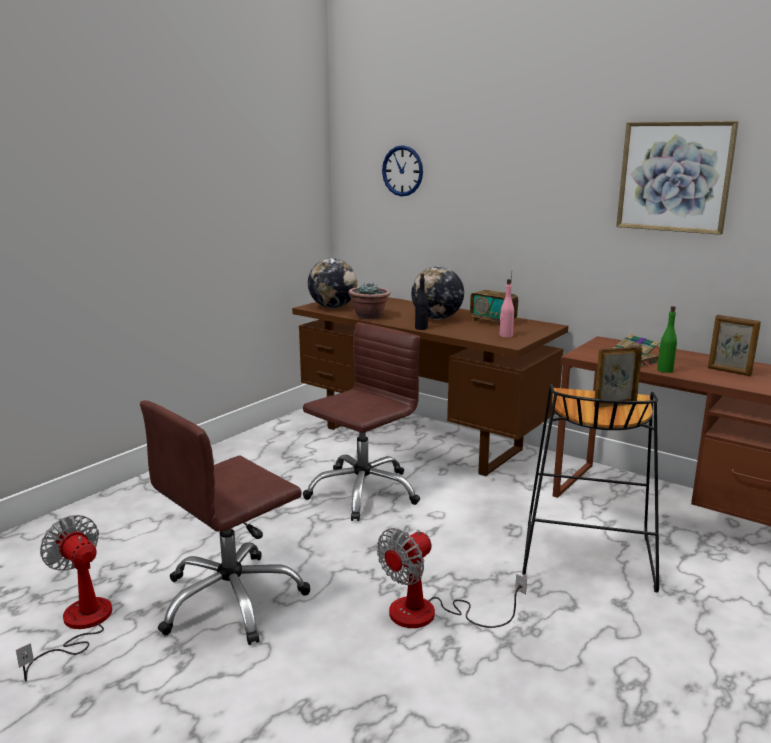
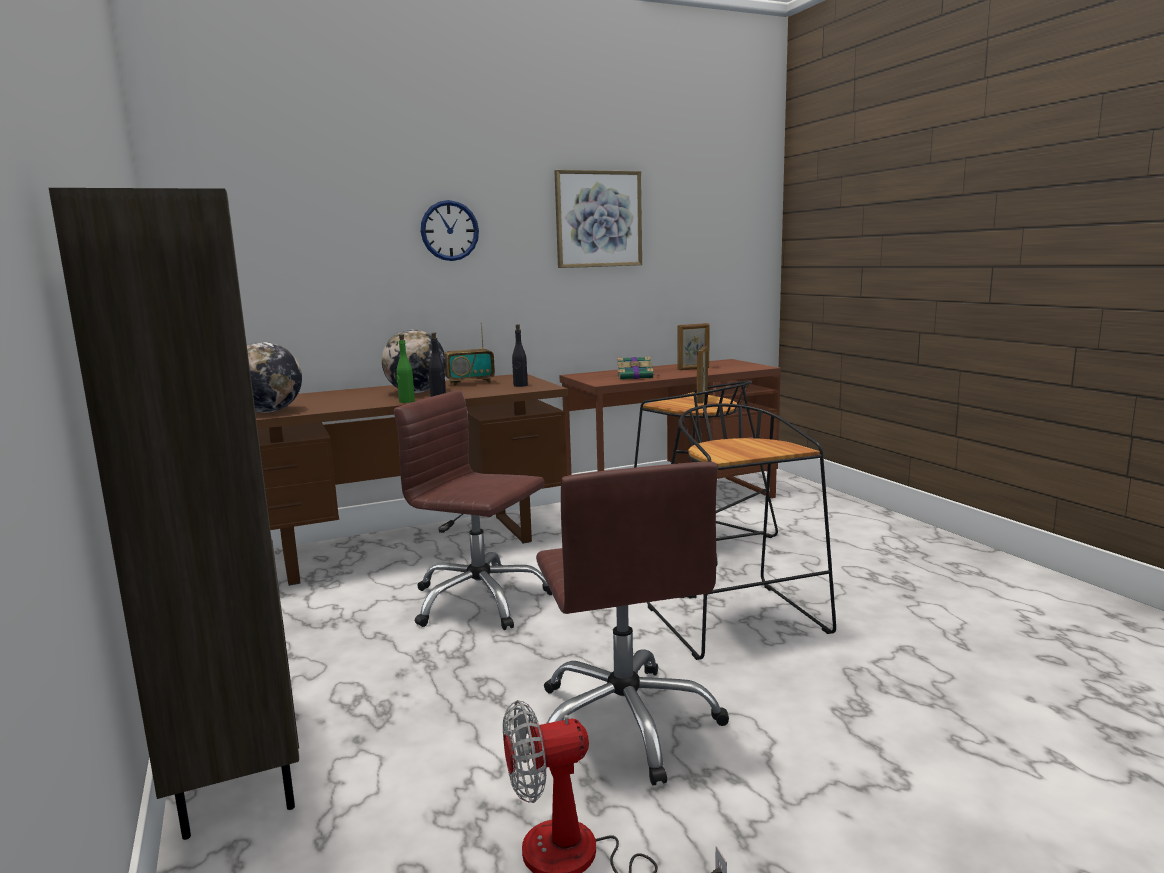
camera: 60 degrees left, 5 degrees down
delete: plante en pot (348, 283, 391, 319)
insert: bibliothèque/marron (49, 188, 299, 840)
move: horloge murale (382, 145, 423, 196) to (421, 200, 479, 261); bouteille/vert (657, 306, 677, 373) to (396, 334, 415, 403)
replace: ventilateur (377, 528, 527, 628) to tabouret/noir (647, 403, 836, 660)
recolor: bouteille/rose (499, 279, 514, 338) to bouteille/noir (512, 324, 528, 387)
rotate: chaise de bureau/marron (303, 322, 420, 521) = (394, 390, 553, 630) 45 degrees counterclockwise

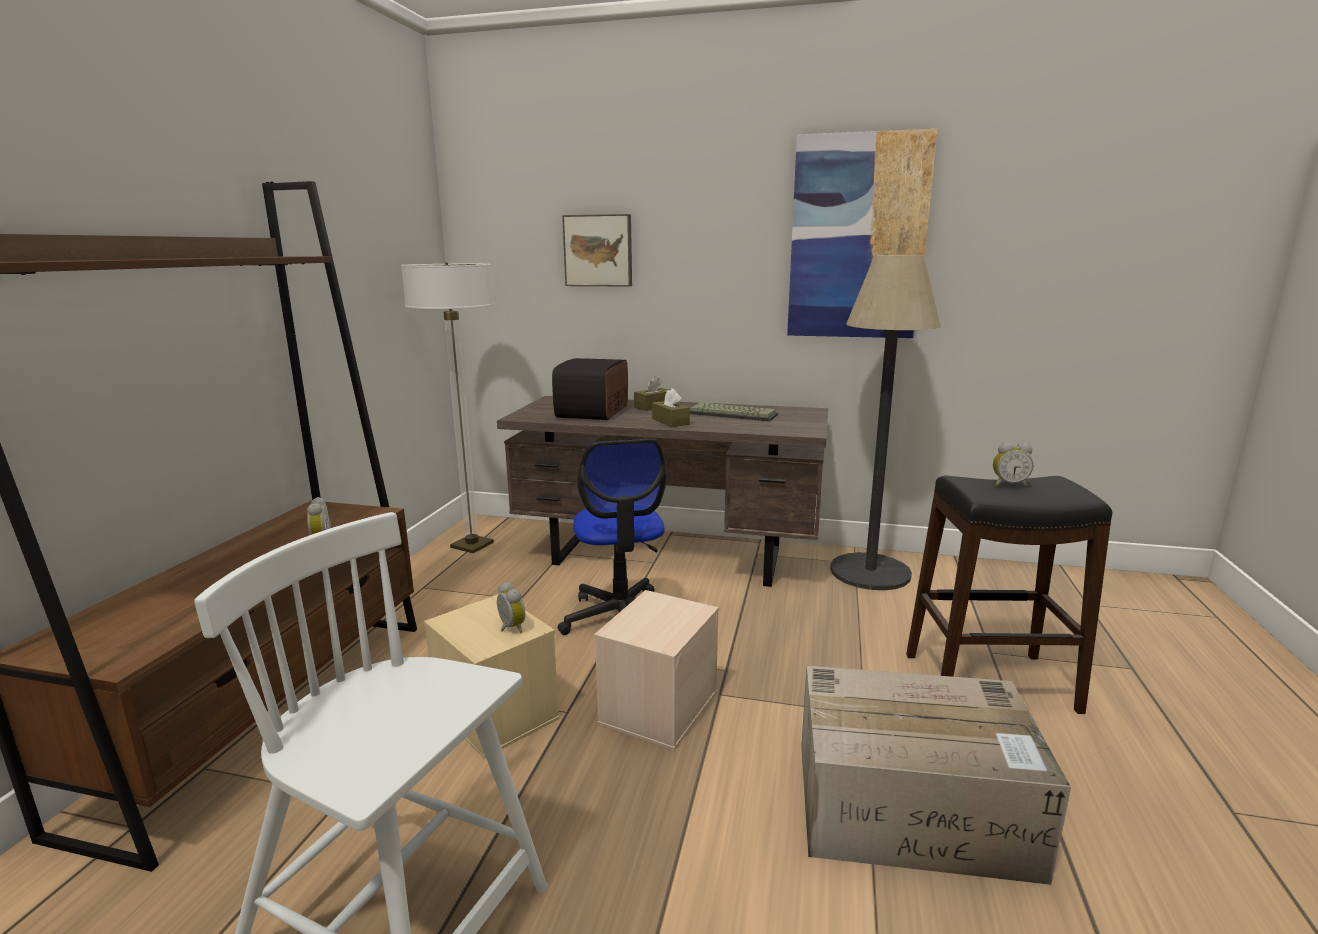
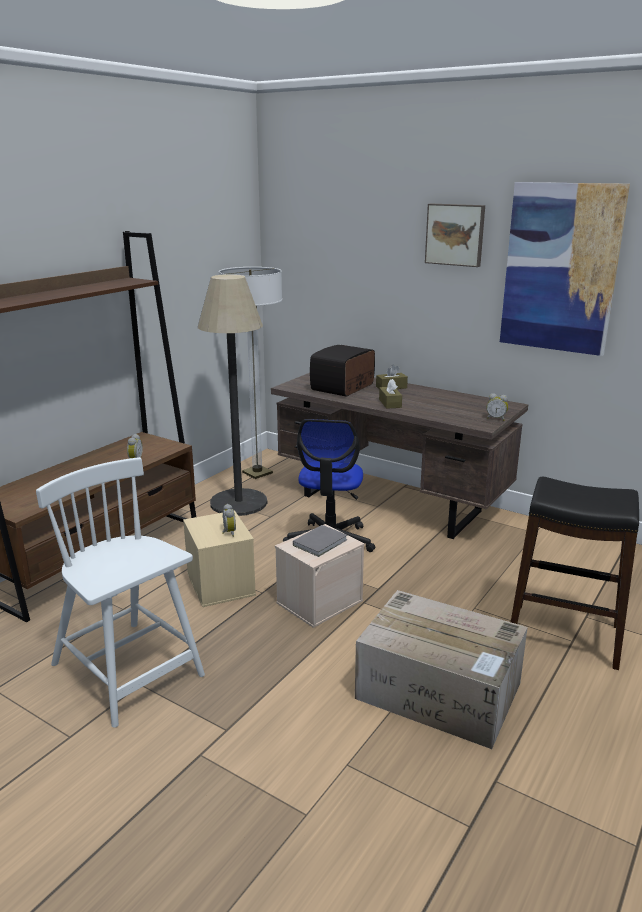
camera: 20 degrees right, 5 degrees up
delete: clavier (690, 403, 778, 422)
insert: livre/gris (293, 525, 347, 557)
move: tableau (562, 214, 632, 287) to (425, 204, 485, 267); lampadaire (830, 255, 941, 590) to (198, 274, 267, 516); réveil (993, 442, 1033, 487) to (486, 393, 508, 421)

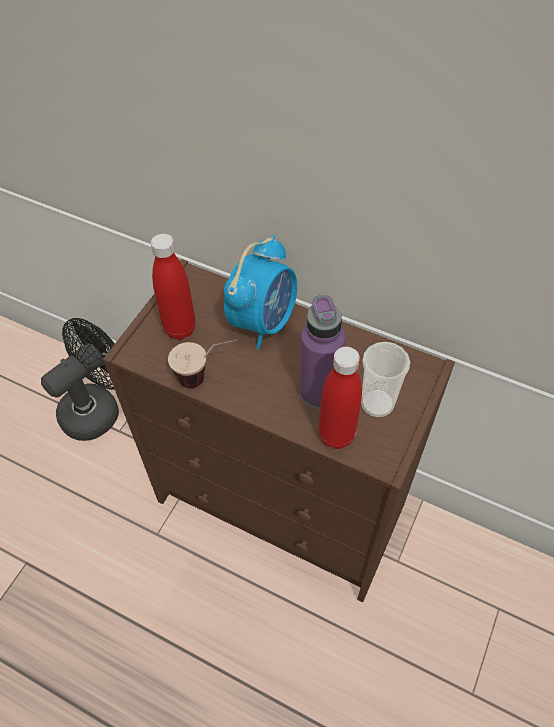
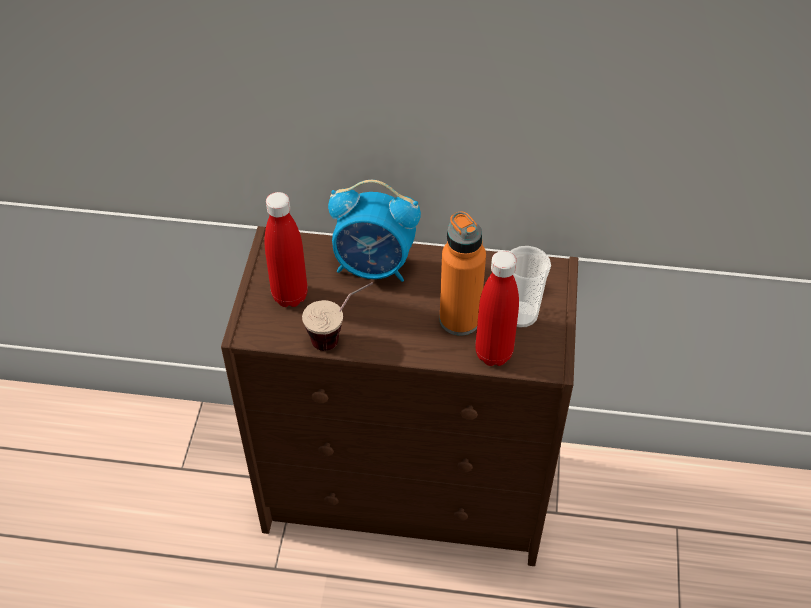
camera: 20 degrees left, 5 degrees down
delete: ventilateur/noir (41, 318, 119, 441)
recolor: bouteille/violet (300, 295, 345, 409) to bouteille/orange (440, 211, 486, 336)
rotate: réveil (224, 235, 297, 349) = (328, 180, 421, 282) 90 degrees clockwise

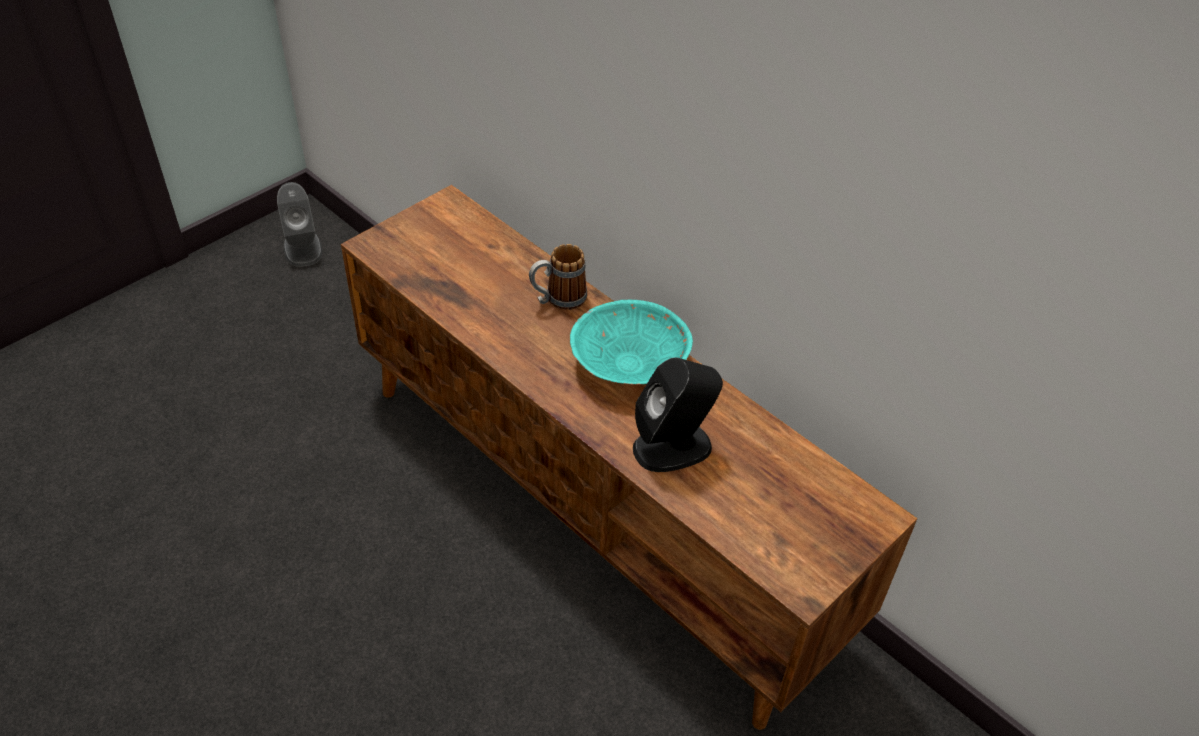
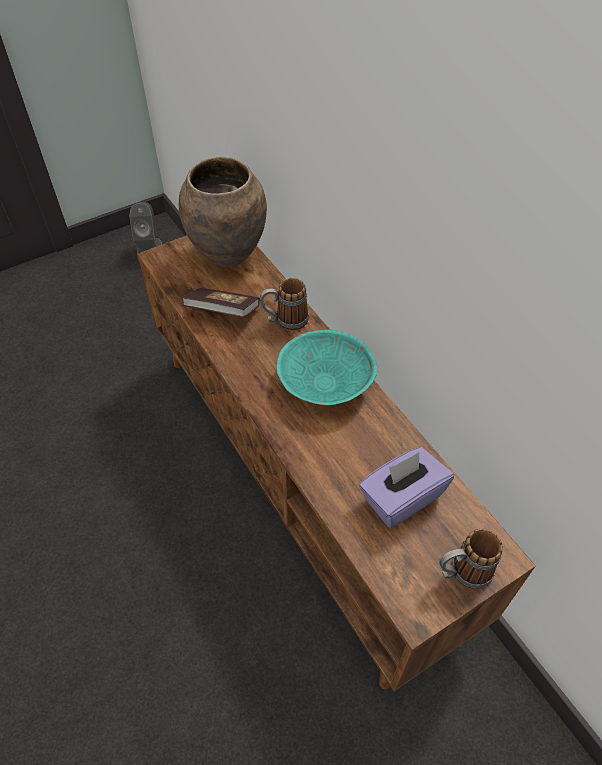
camera: 15 degrees right, 5 degrees up
delete: enceinte/noir (633, 357, 723, 472)
insert: vase/marron (179, 156, 267, 267); livre (182, 288, 260, 317); boîte à mouchoirs/violet (359, 447, 454, 528); mug (439, 529, 503, 589)

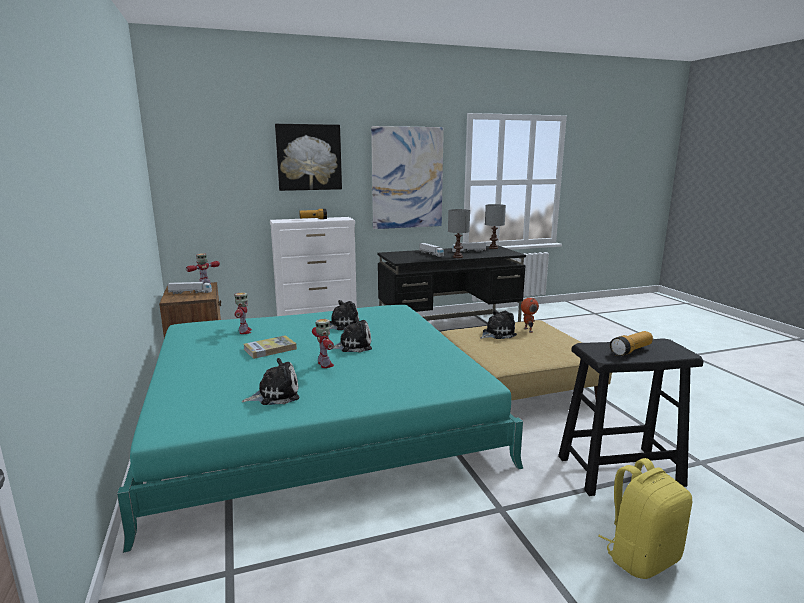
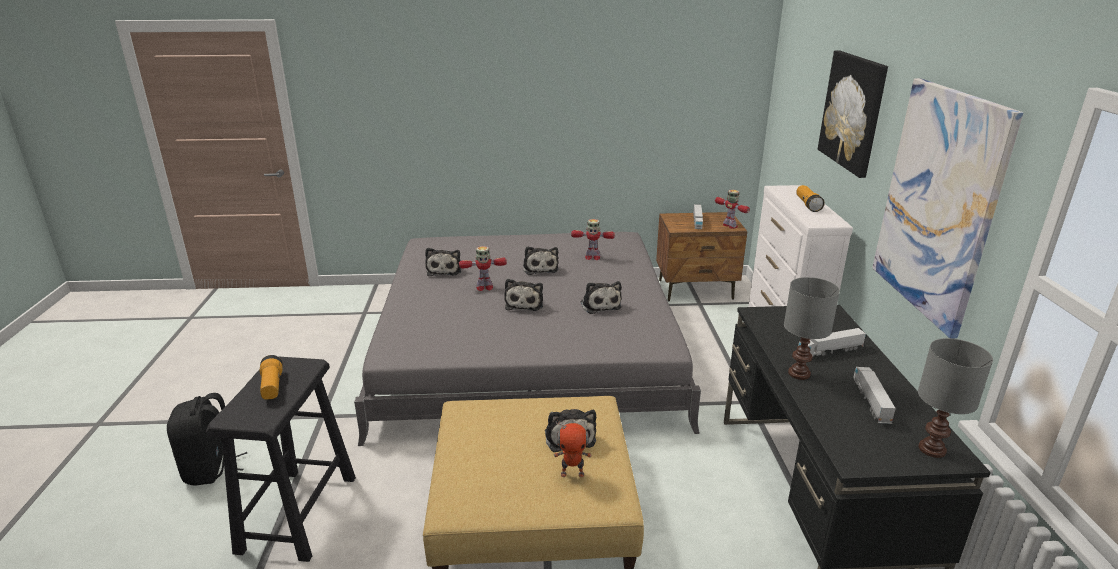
camera: 105 degrees right, 10 degrees up
replace: livre (244, 335, 297, 359) to peluche (523, 246, 559, 275)
recolor: lit/turquoise (117, 305, 523, 553) to lit/gris (354, 232, 701, 446); sac à dos/jaune (598, 458, 692, 579) to sac à dos/noir (167, 393, 247, 486)

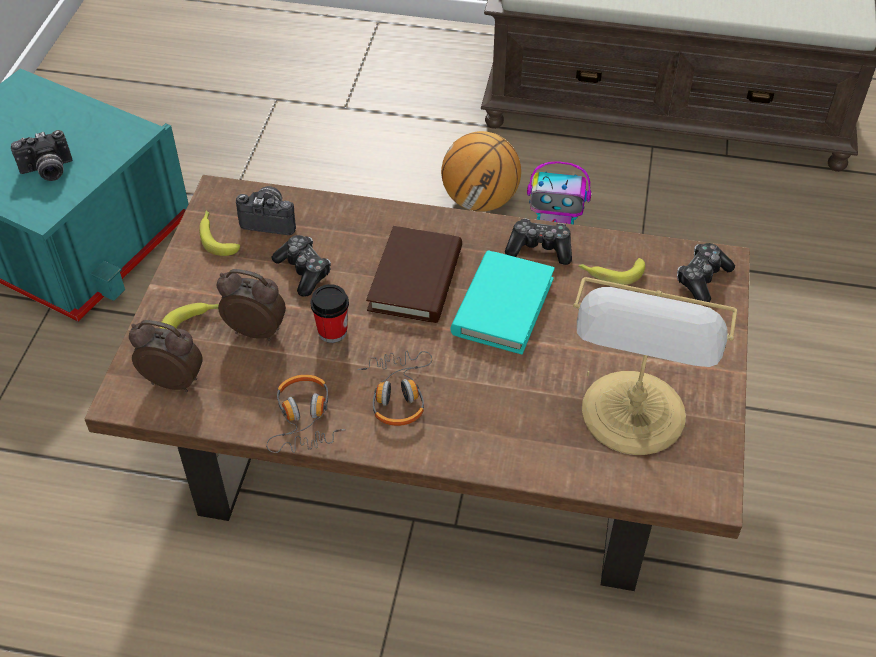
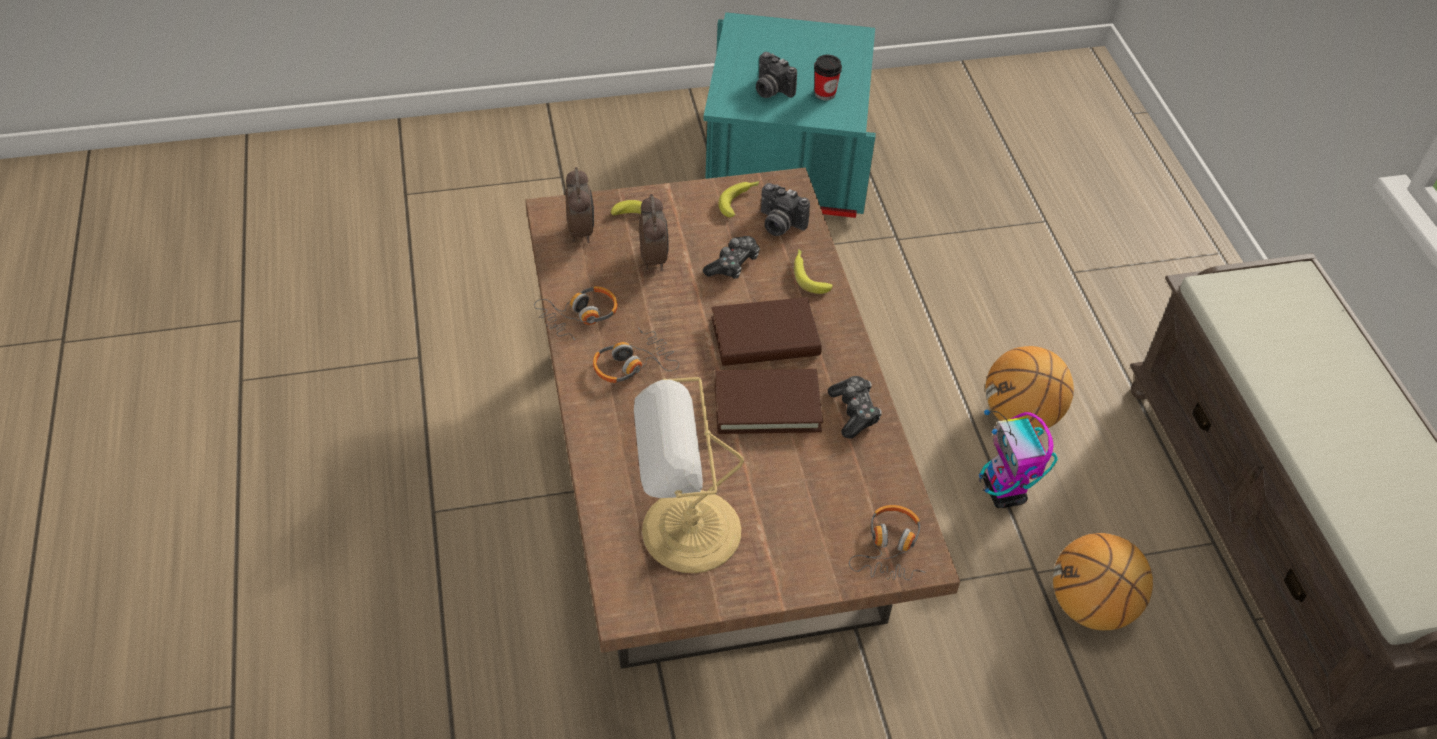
camera: 65 degrees right, 0 degrees up
insert: ballon de basket (1053, 533, 1153, 630)
move: banane (578, 258, 645, 285) to (794, 249, 833, 294); tasse (311, 284, 349, 343) to (814, 55, 842, 100)
replace: manette (677, 243, 735, 302) to casque audio (849, 505, 925, 580)
recolor: livre/turquoise (451, 250, 555, 354) to livre/marron (715, 369, 823, 434)
rotate: appareil photo (236, 186, 296, 235) = (761, 183, 810, 236) 135 degrees clockwise

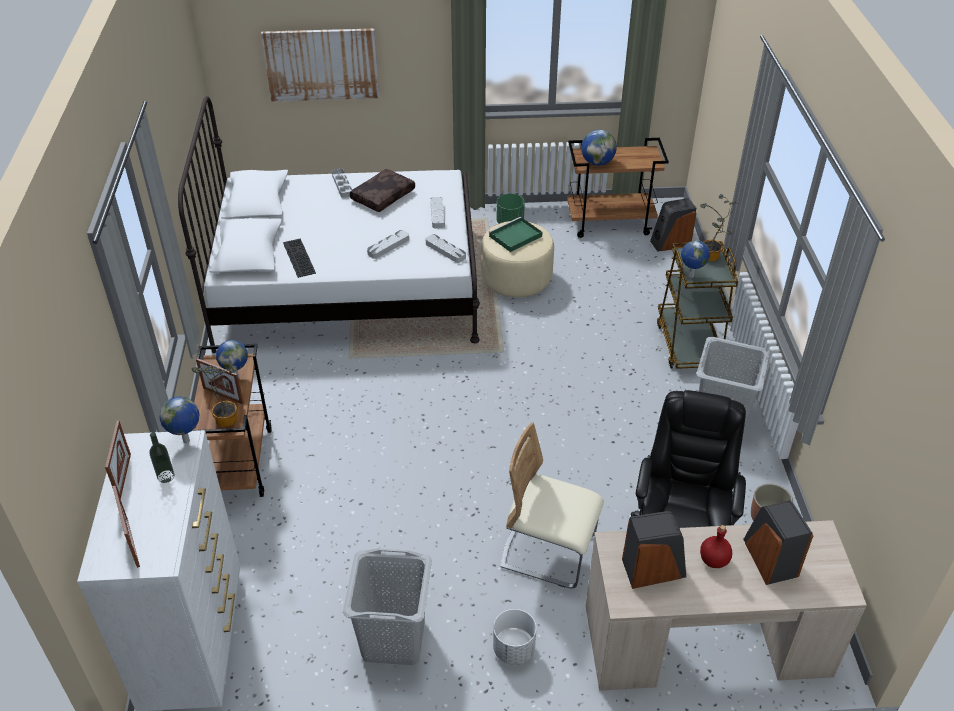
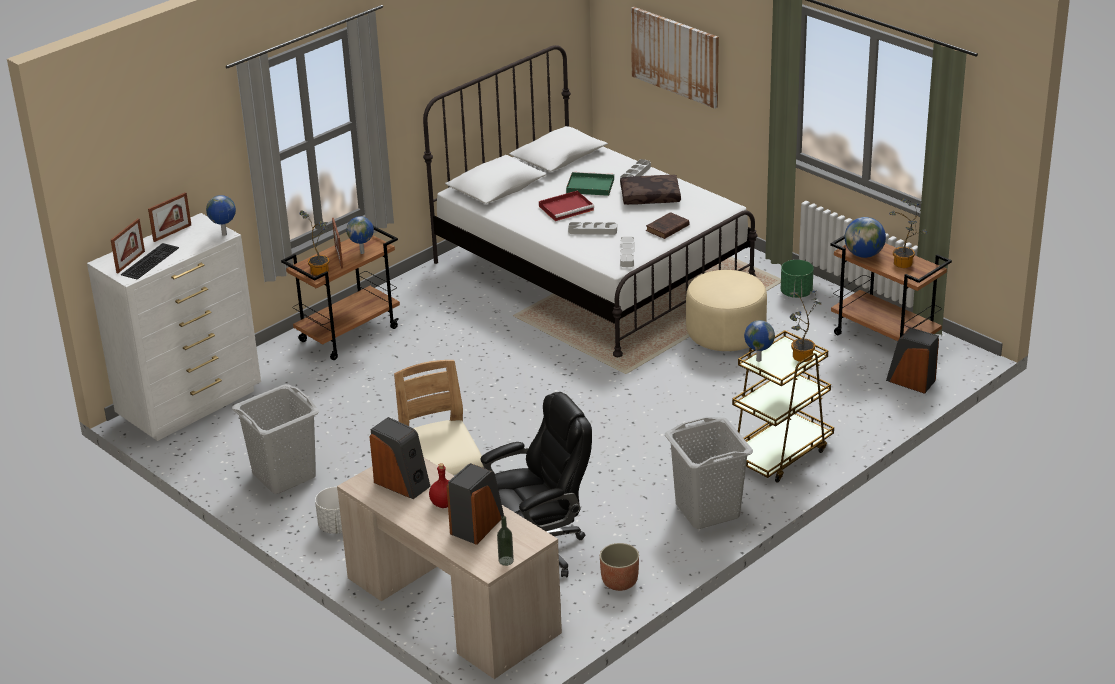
camera: 50 degrees right, 10 degrees down
insert: plateau/rouge (539, 191, 594, 221); plante en pot (889, 199, 928, 268)
move: plateau/vert (488, 217, 542, 252) to (566, 172, 614, 196); clavier (283, 238, 316, 278) to (121, 243, 179, 280); bouteille (149, 432, 175, 483) to (497, 516, 514, 566)
replace: plateau/gris (430, 197, 445, 229) to livre/marron (646, 212, 690, 239)

